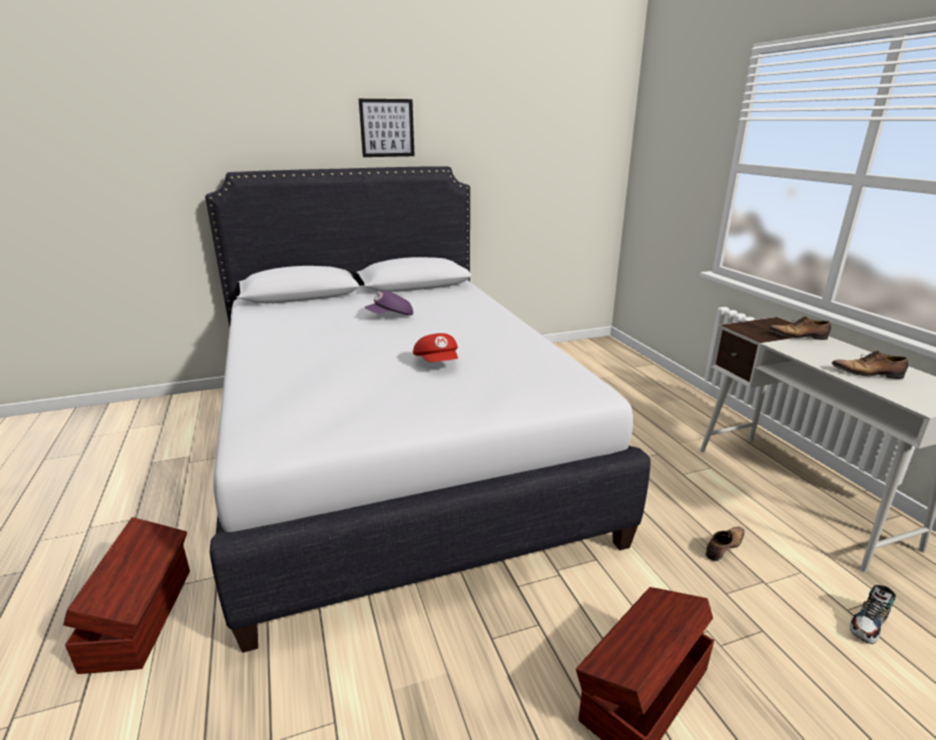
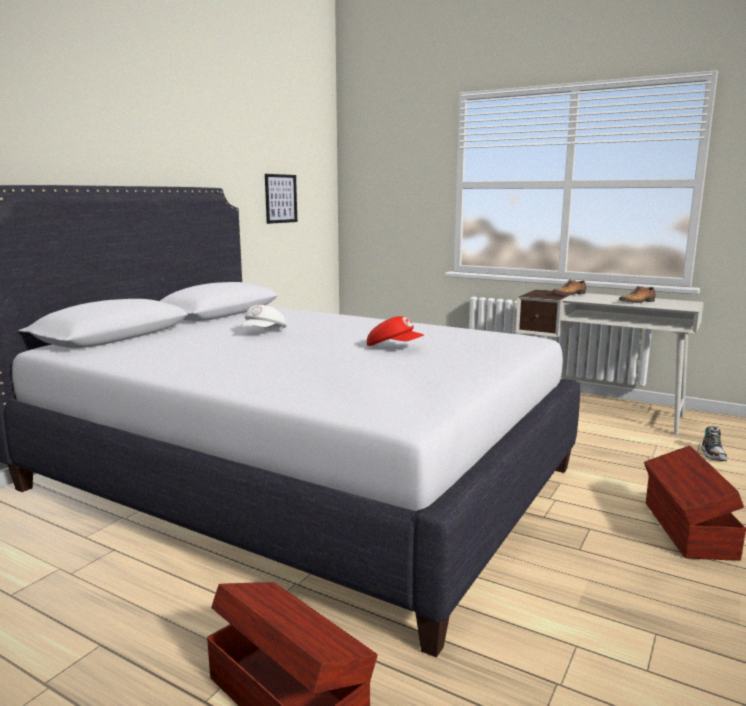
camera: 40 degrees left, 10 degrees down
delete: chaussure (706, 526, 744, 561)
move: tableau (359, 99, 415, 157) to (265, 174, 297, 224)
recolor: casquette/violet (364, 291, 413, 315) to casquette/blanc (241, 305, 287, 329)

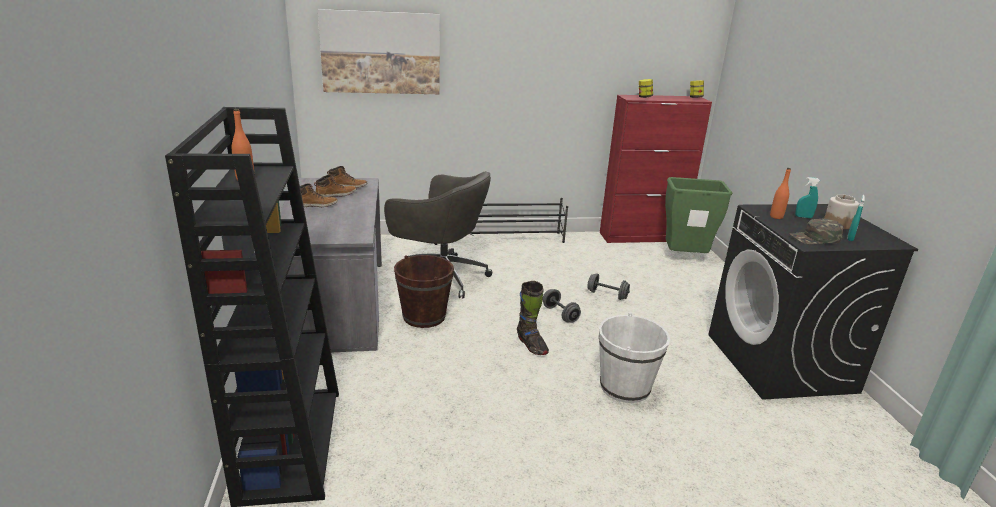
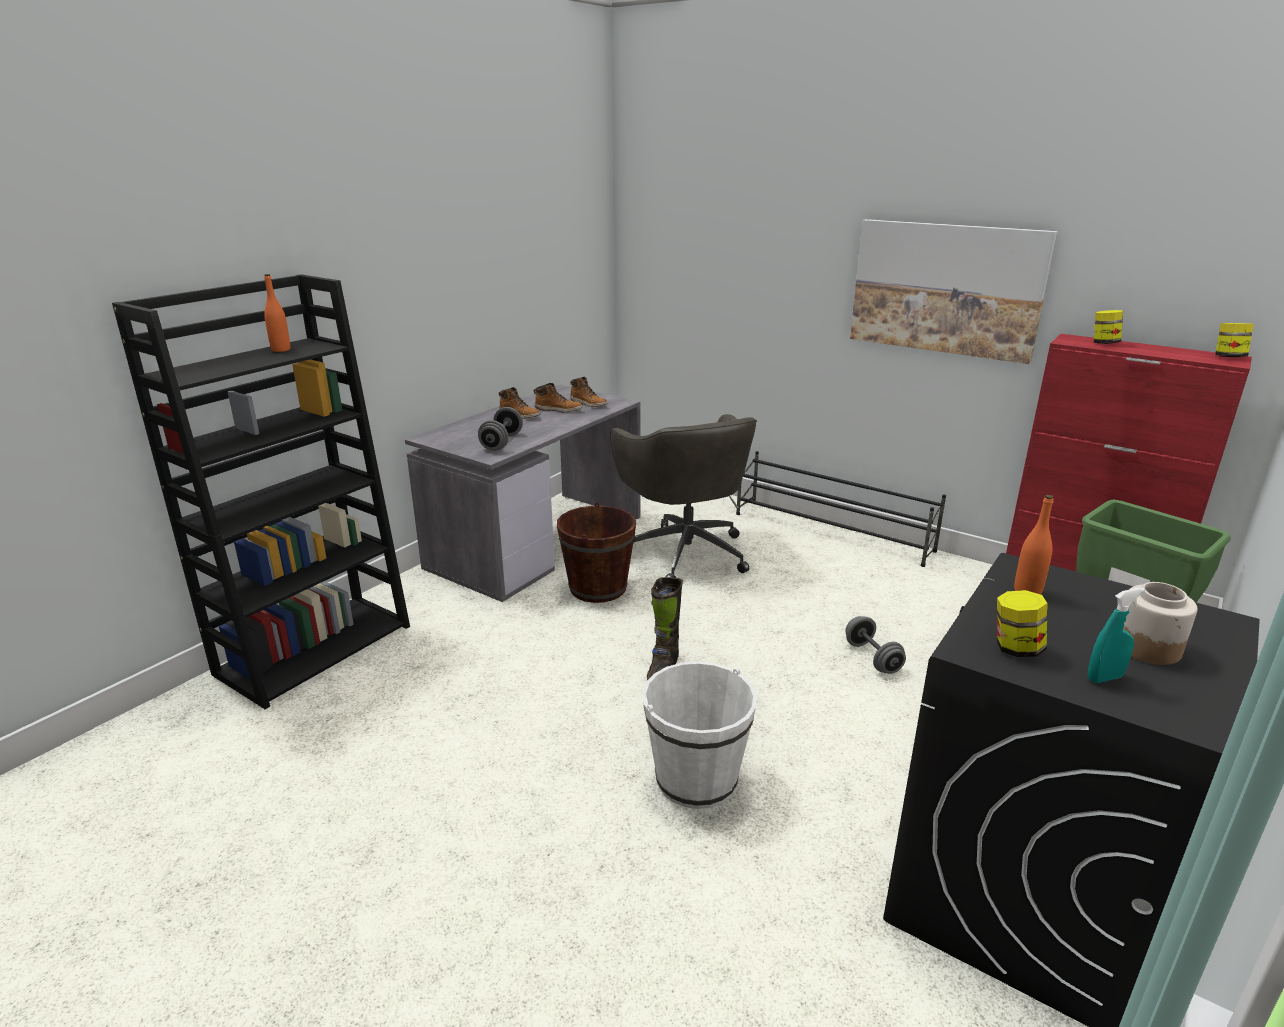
camera: 45 degrees right, 0 degrees up
delete: vaporisateur/turquoise (795, 177, 820, 218)
move: tableau (318, 9, 440, 94) to (850, 219, 1057, 364); haltère/gris (543, 289, 581, 323) to (478, 407, 523, 451)
replace: casquette/vert (790, 218, 844, 245) to bocal (997, 590, 1047, 657)

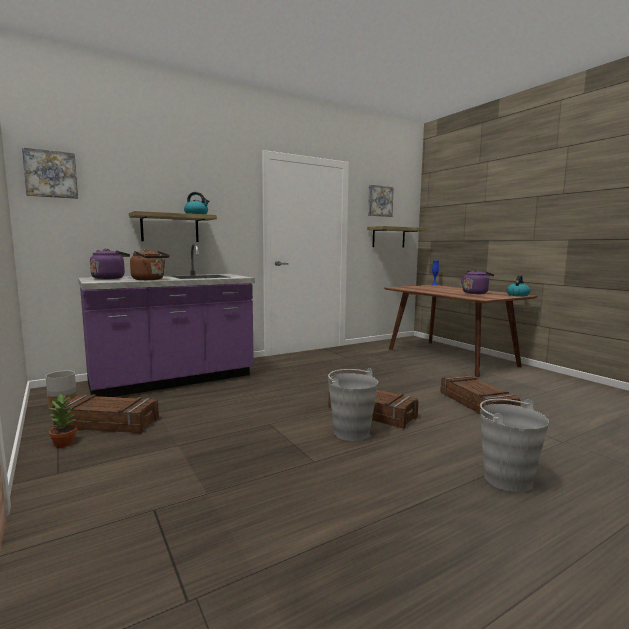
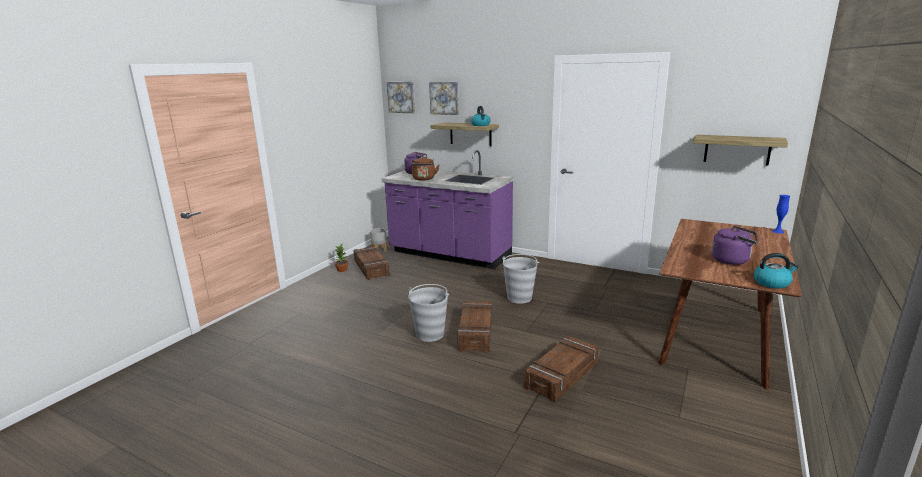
camera: 60 degrees right, 10 degrees up
move: tableau (368, 185, 394, 217) to (429, 82, 459, 115); seau/gris (480, 399, 549, 492) to (502, 254, 539, 304)

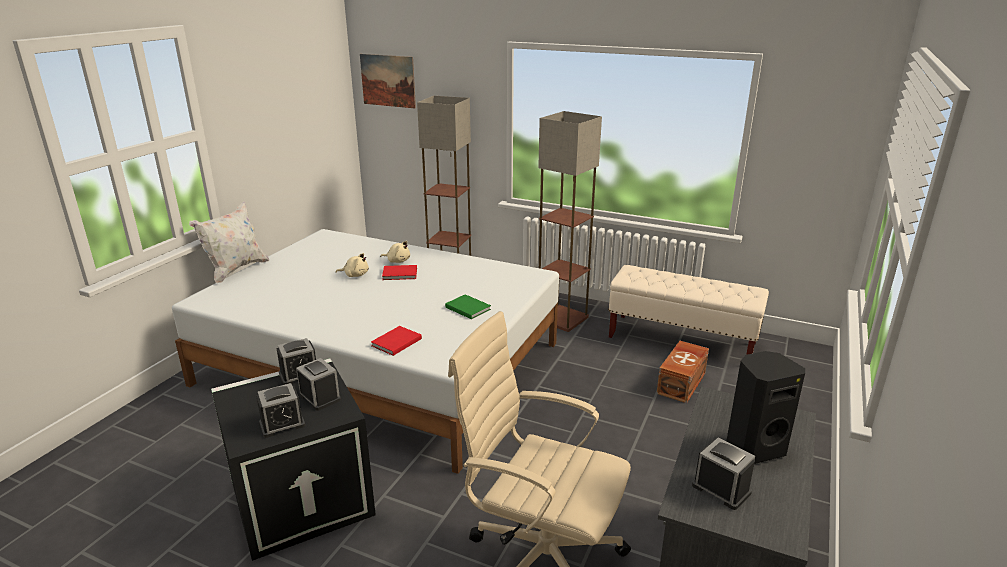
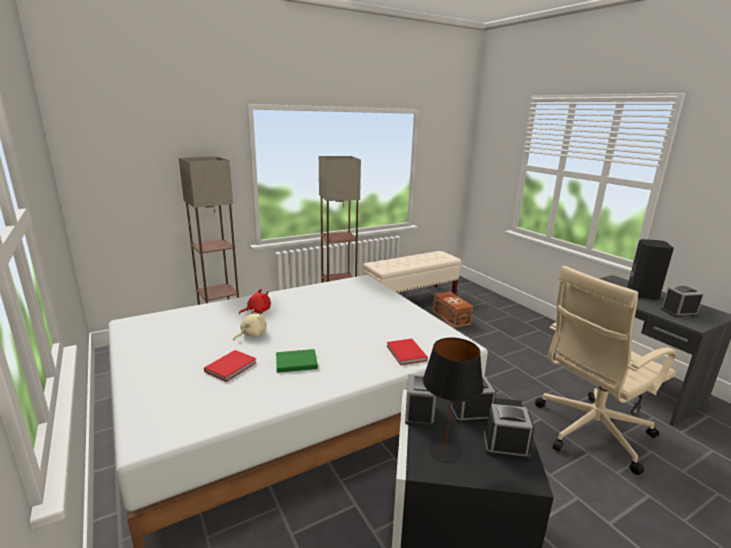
camera: 55 degrees left, 5 degrees down
delete: tableau (360, 54, 416, 109); coussin/blanc (189, 201, 269, 283)
insert: lampe de table/noir (423, 338, 484, 463)
move: livre/rouge (382, 265, 417, 280) to (204, 350, 257, 382); livre/vert (445, 294, 491, 319) to (276, 349, 318, 373)
recolor: peluche/beige (380, 241, 410, 263) to peluche/rouge (239, 289, 271, 314)
rotate: réveil (256, 383, 305, 438) = (483, 404, 534, 460) 90 degrees counterclockwise

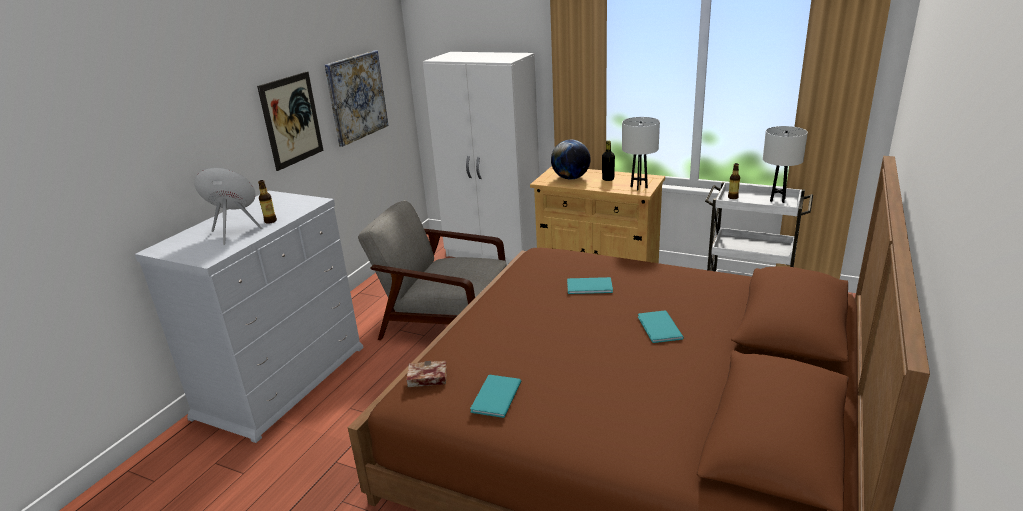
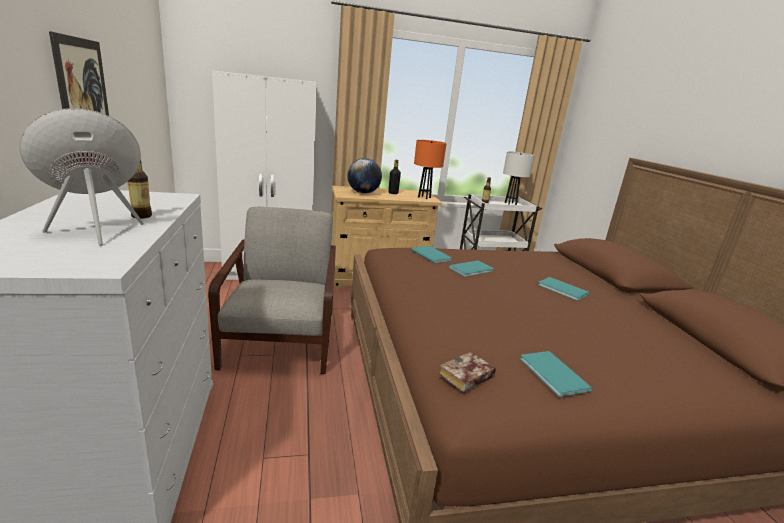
camera: 40 degrees left, 5 degrees down
delete: tableau (325, 50, 389, 147)
insert: livre/turquoise (411, 246, 452, 263)
recolor: lampe de table/blanc (622, 117, 660, 191) to lampe de table/orange (414, 140, 447, 199)
rotate: fauteuil/gris (358, 201, 507, 340) = (208, 207, 336, 374) 105 degrees clockwise

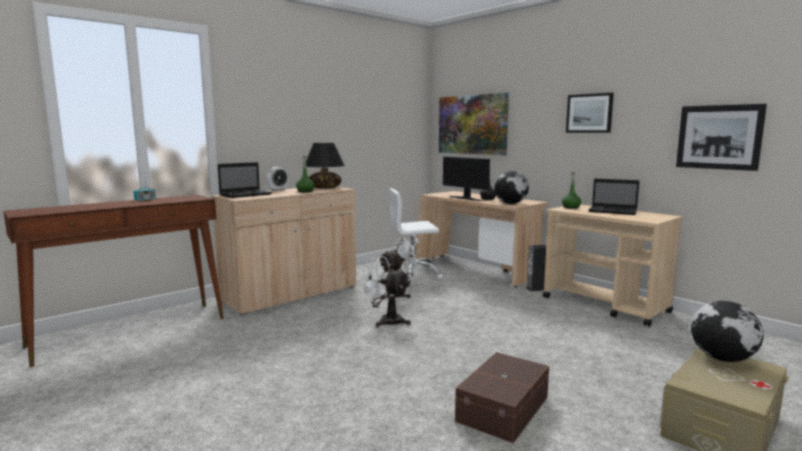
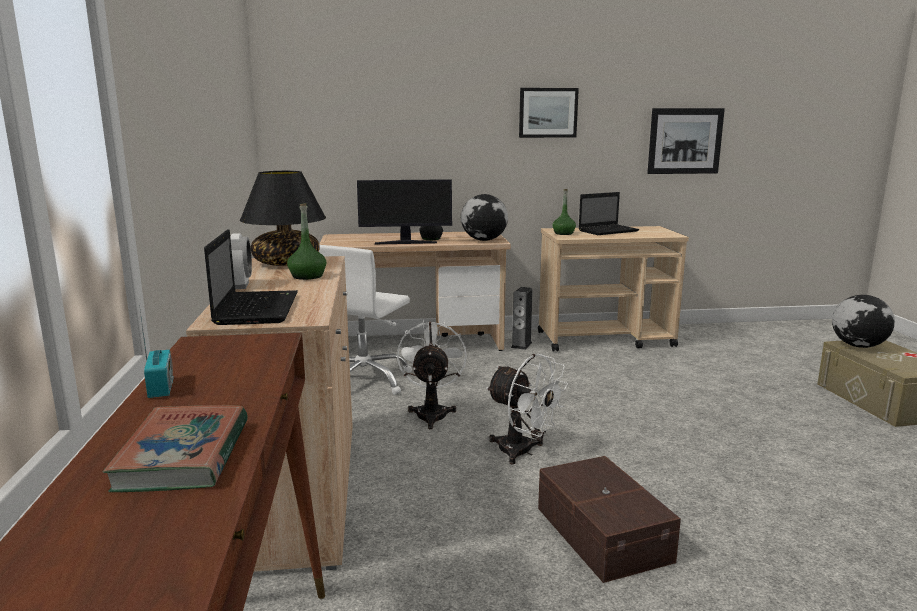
camera: 55 degrees left, 5 degrees up
delete: tableau (439, 93, 509, 155)
insert: livre (103, 405, 248, 492)
move: boîte de rangement/marron (455, 352, 549, 443) to (538, 456, 681, 583)
rotate: ventilateur/blanc (361, 256, 411, 327) = (486, 354, 568, 465) 105 degrees counterclockwise

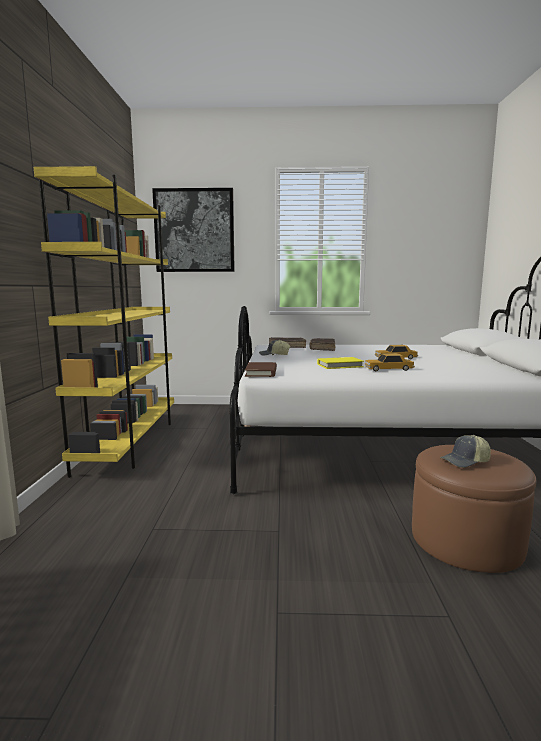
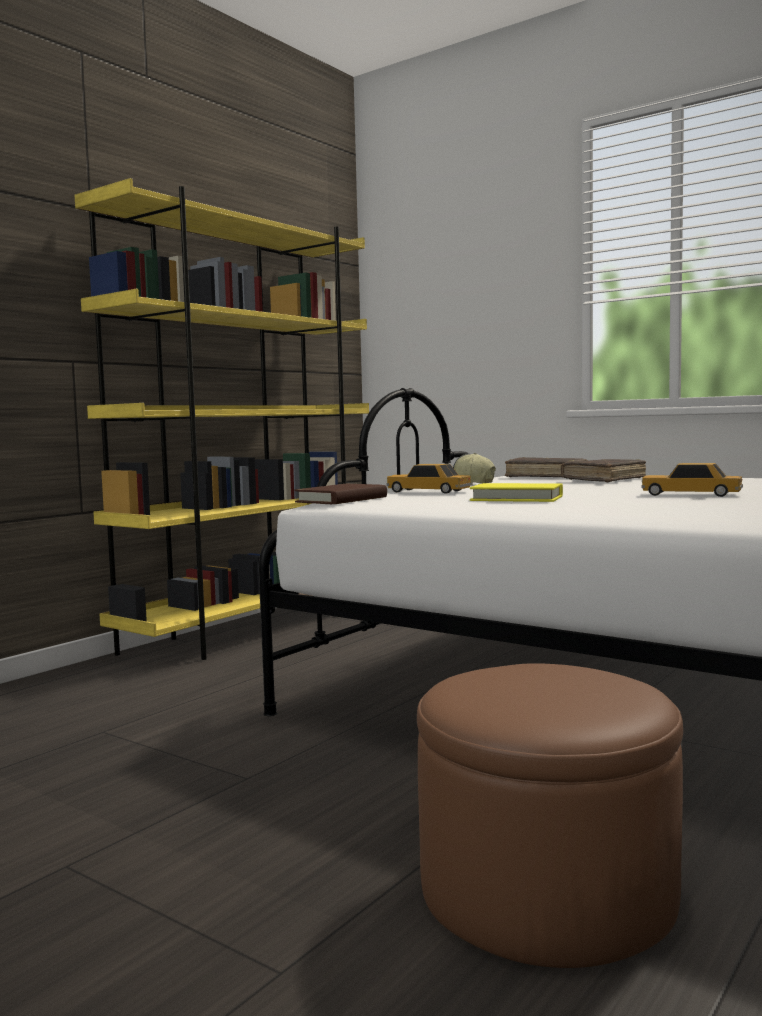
camera: 35 degrees right, 5 degrees down
delete: tableau (152, 188, 235, 272); casquette (440, 435, 491, 468)
move: petite voiture (365, 353, 415, 371) to (386, 464, 472, 494)

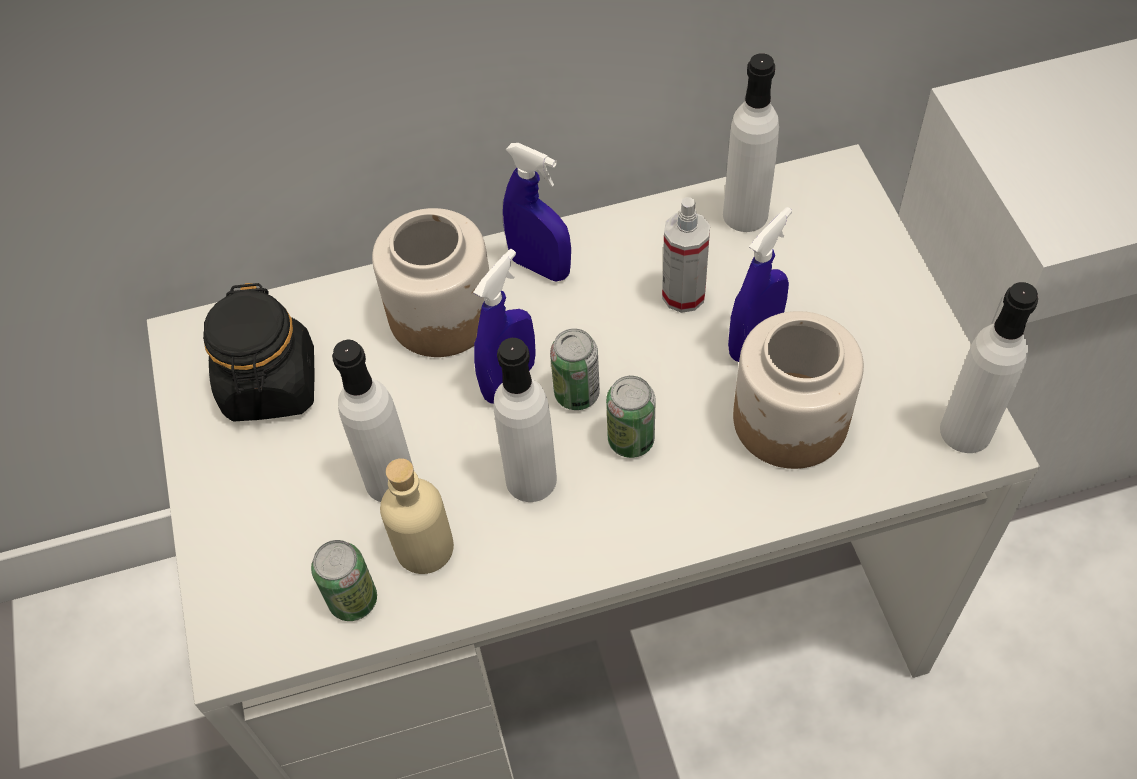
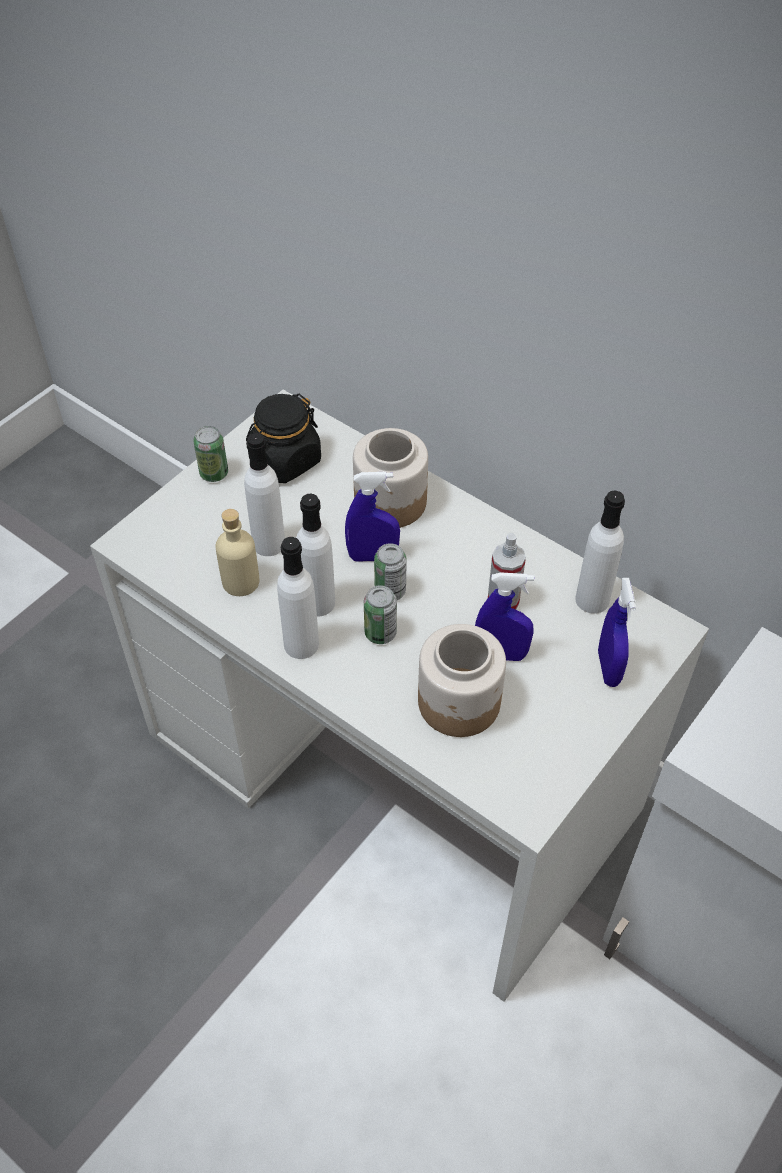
camera: 50 degrees right, 5 degrees down
move: vaporisateur/bleu (503, 143, 571, 282) to (598, 578, 636, 687); bouteille/blanc (940, 282, 1038, 453) to (277, 537, 319, 659); boîte métallique (311, 540, 377, 621) to (193, 426, 228, 482)

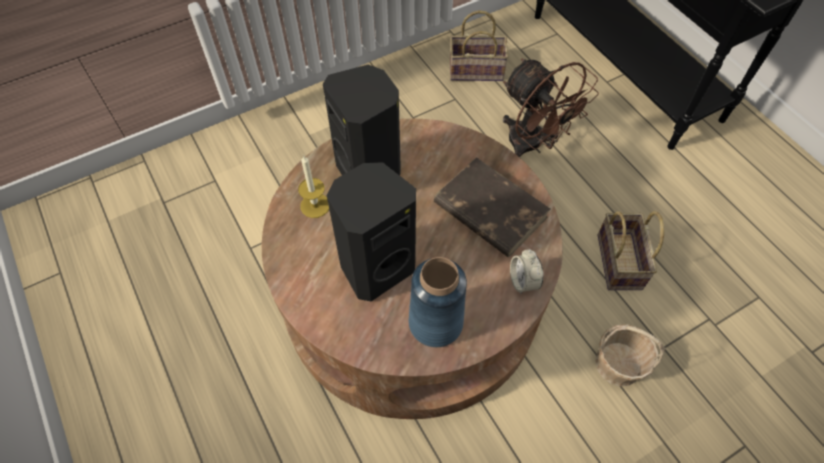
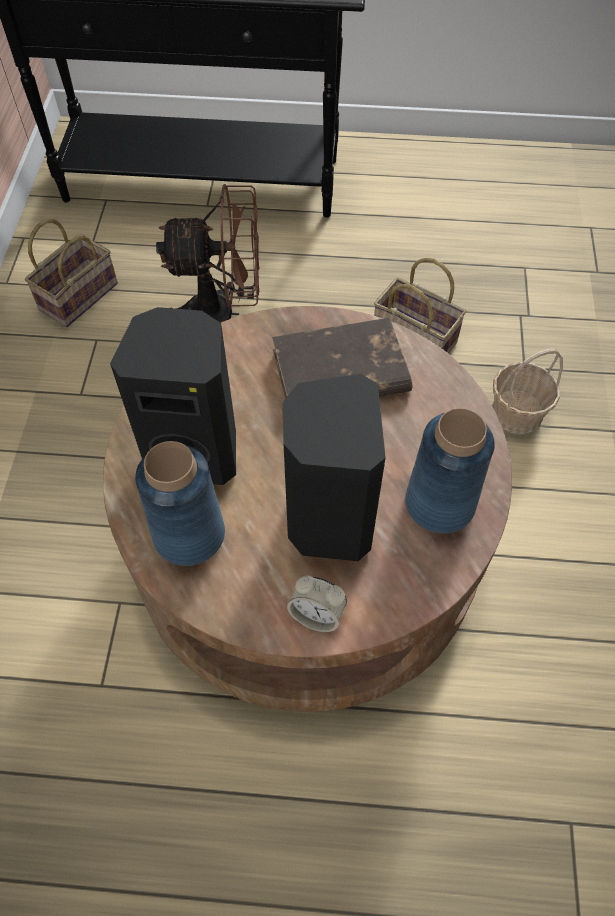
camera: 55 degrees left, 0 degrees up
move: réveil (510, 249, 544, 294) to (287, 576, 347, 632)
replace: bougie (298, 156, 329, 218) to vase/bleu (135, 441, 225, 566)

